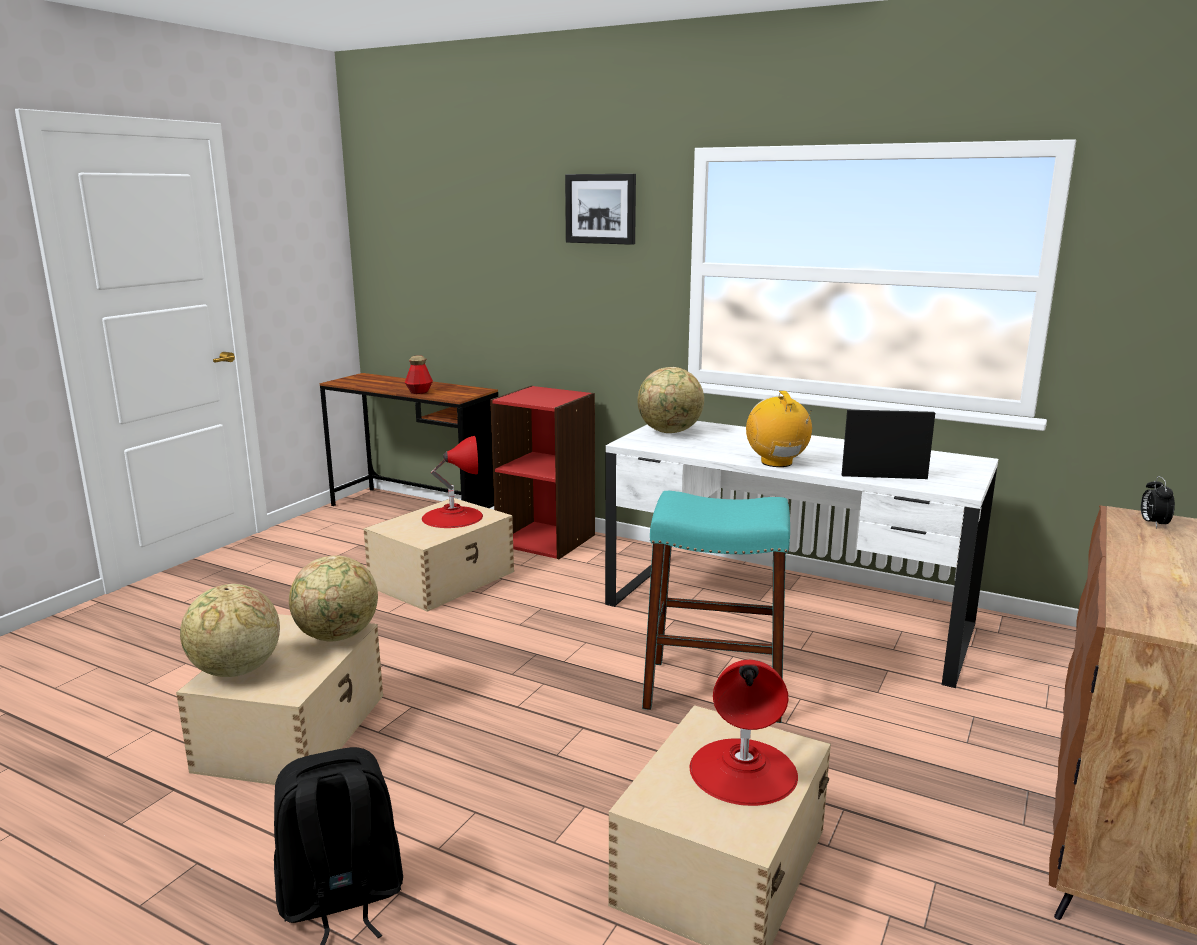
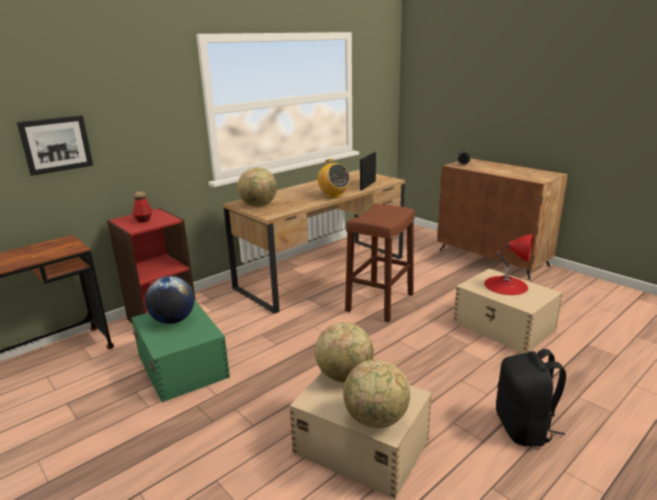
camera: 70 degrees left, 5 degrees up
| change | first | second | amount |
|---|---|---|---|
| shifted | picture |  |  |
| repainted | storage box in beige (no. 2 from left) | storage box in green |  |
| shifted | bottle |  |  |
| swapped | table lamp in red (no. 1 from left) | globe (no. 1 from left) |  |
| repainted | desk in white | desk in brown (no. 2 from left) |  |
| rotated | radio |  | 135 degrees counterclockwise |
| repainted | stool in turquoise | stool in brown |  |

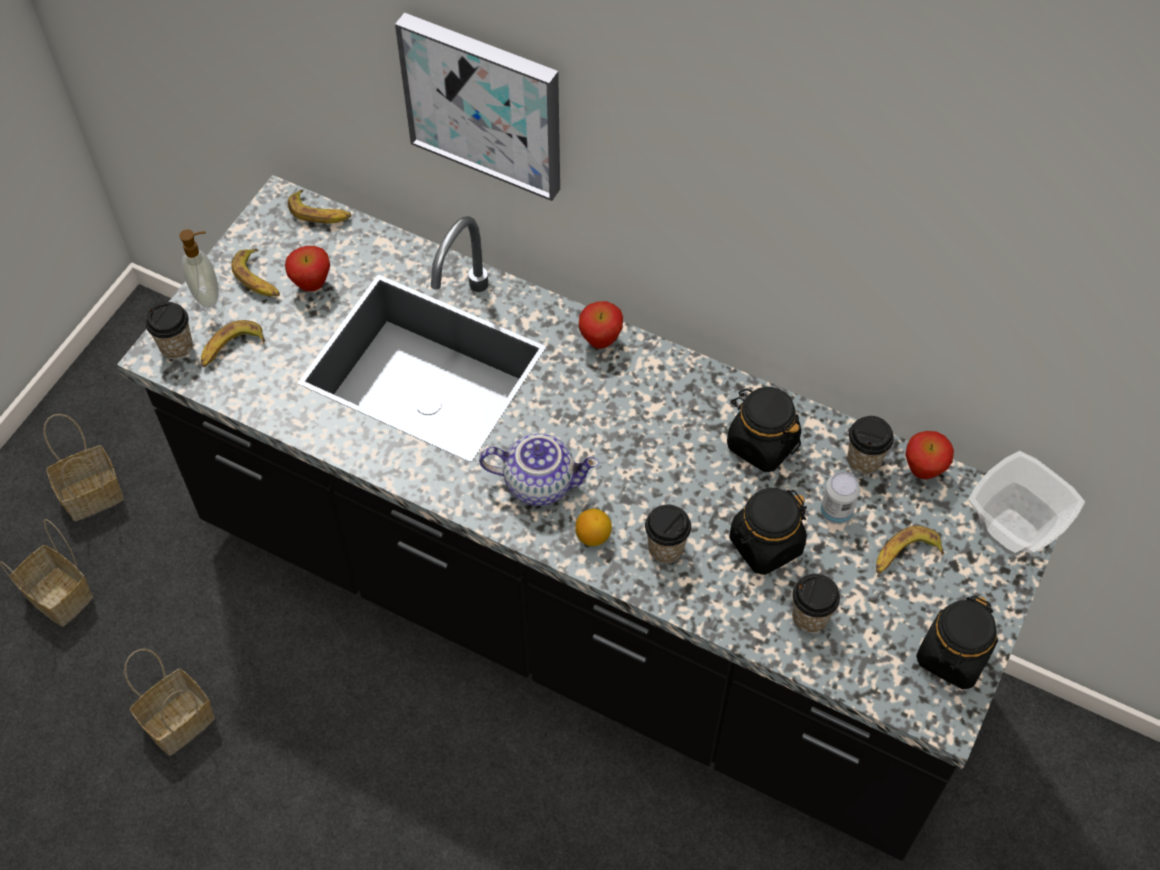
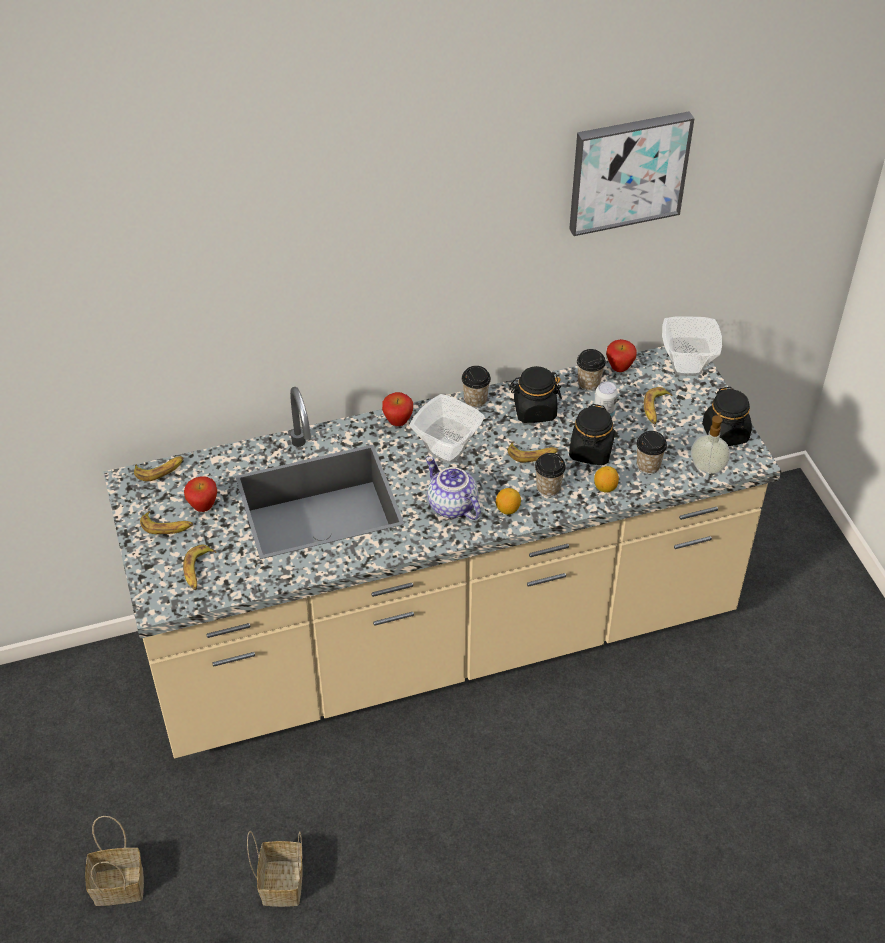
camera: 45 degrees left, 10 degrees down
| change | first | second | amount |
|---|---|---|---|
| repainted | counter in black | counter in beige |  |
| new |  | bowl (no. 1 from left) |  |
| rotated | teapot |  | 90 degrees counterclockwise |
| shifted | cup (no. 1 from left) |  |  |
| new |  | banana (no. 4 from left) |  |
| shifted | picture |  |  |
| new |  | lemon (no. 2 from left) |  |
| shifted | soap dispenser |  |  |
| gone | basket (no. 2 from left) |  |  |

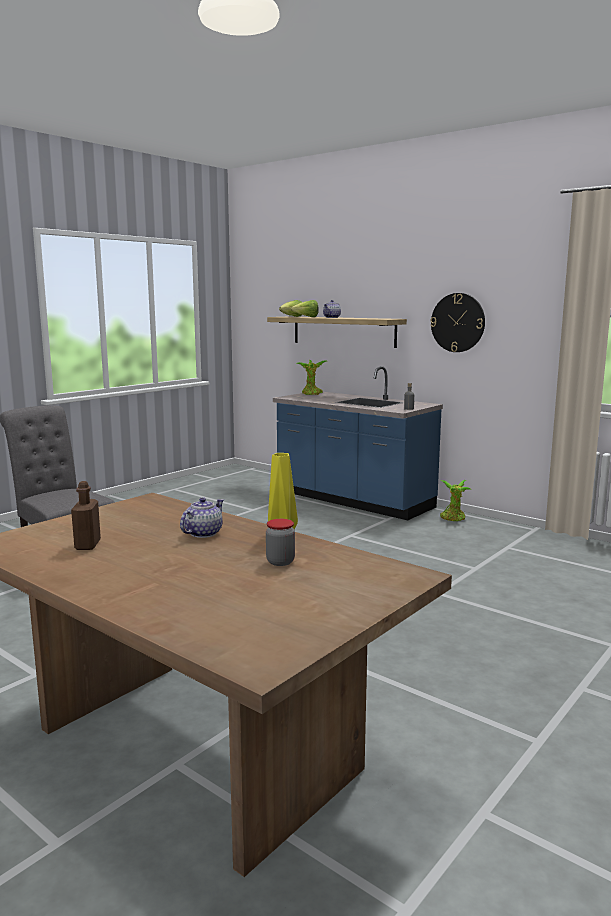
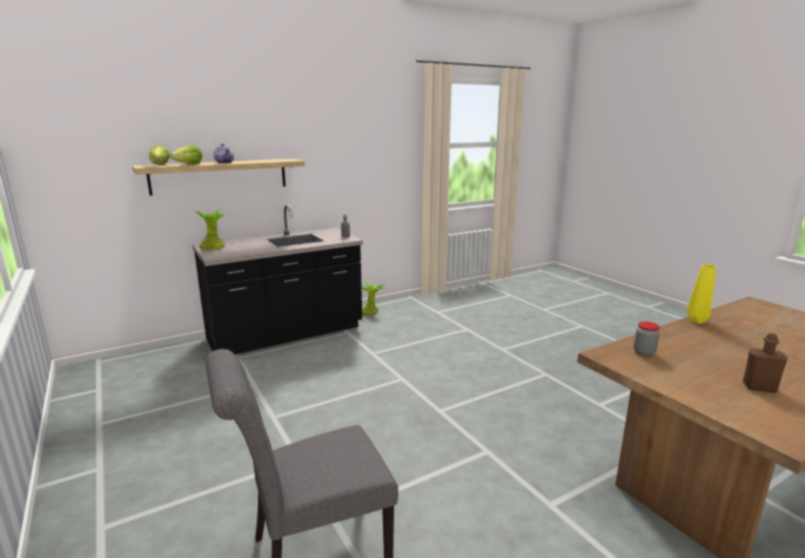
camera: 70 degrees left, 5 degrees up
| change | first | second | amount |
|---|---|---|---|
| repainted | counter in blue | counter in black |  |
| shifted | jar |  |  |
| gone | teapot (no. 1 from left) |  |  |
| gone | wall clock |  |  |

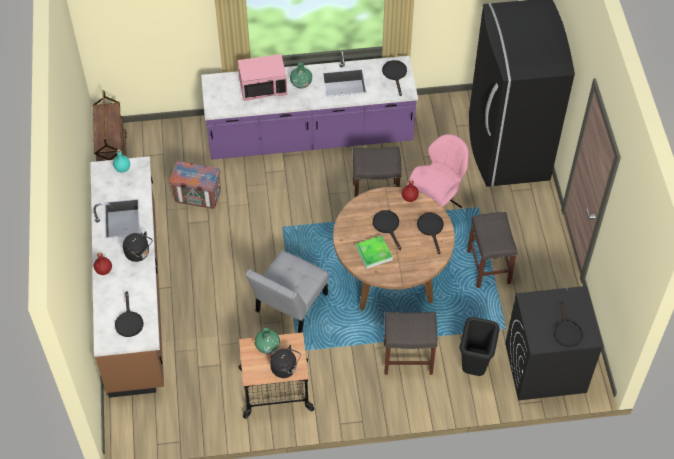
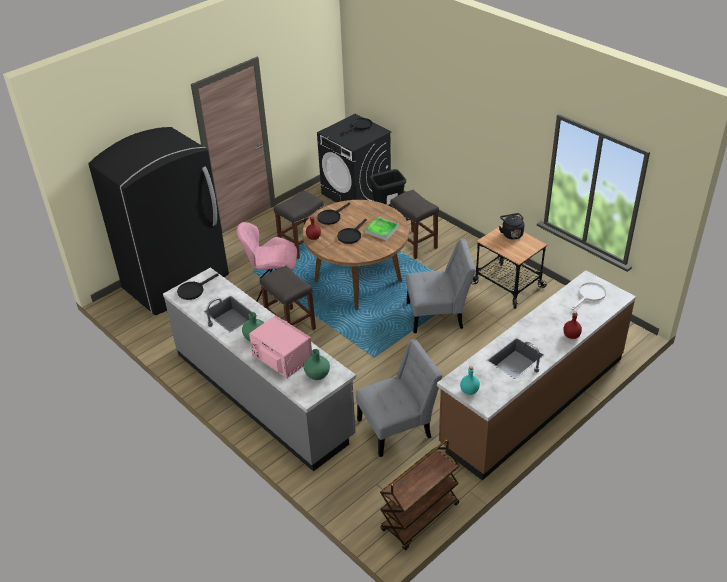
camera: 125 degrees left, 15 degrees down
| change | first | second | amount |
|---|---|---|---|
| repainted | counter in purple | counter in grey |  |
| shifted | vase in green (no. 1 from left in the first image) | vase in green (no. 2 from left) |  |
| swapped | crate | chair in grey (no. 1 from left) |  |
| repainted | frying pan in black (no. 1 from left) | frying pan in white |  |
| gone | kettle in black (no. 1 from left) |  |  |

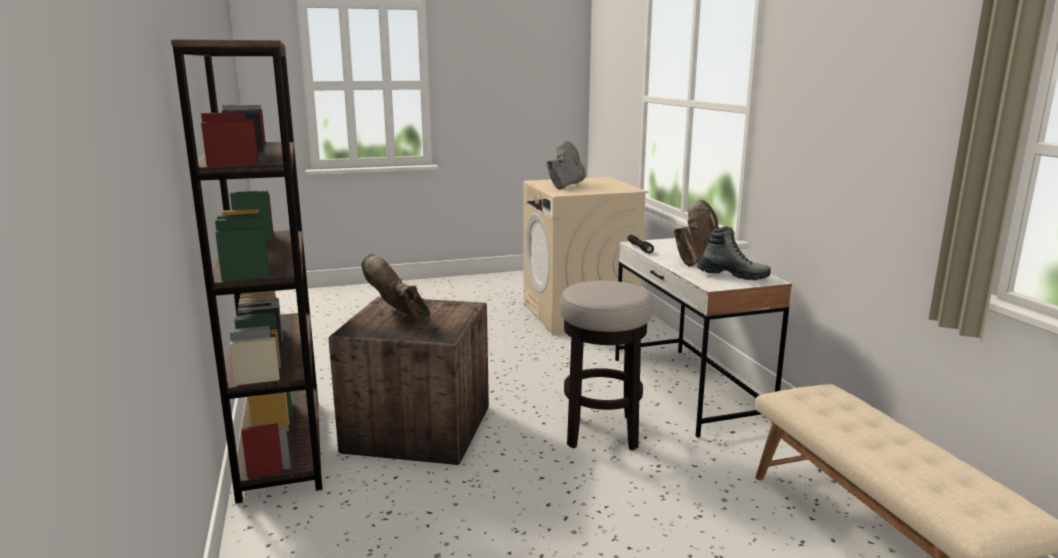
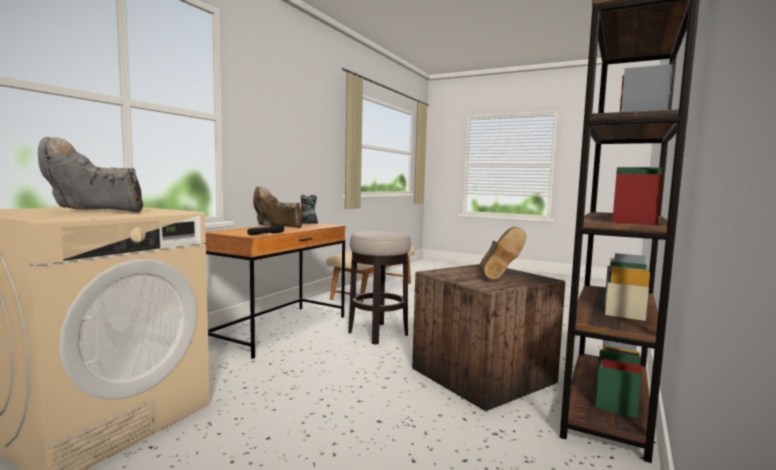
camera: 135 degrees left, 10 degrees down
| change | first | second | amount |
|---|---|---|---|
| repainted | desk in white | desk in brown |  |

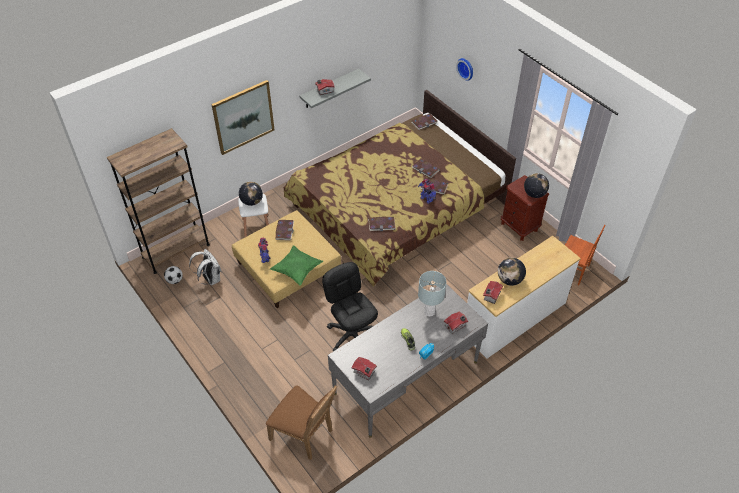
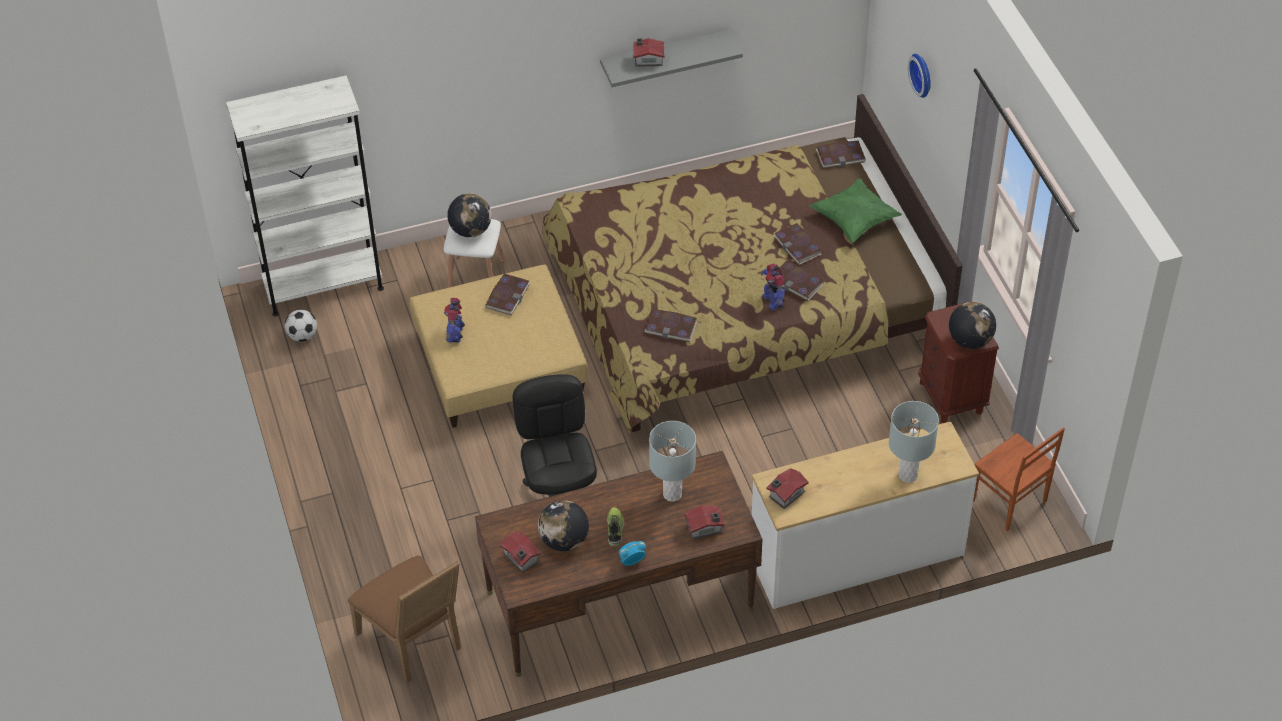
camera: 20 degrees right, 0 degrees up
| change | first | second | amount |
|---|---|---|---|
| repainted | bookcase in brown | bookcase in white |  |
| repainted | desk in grey | desk in brown |  |
| shifted | globe (no. 2 from left) |  |  |
| shifted | pillow in green |  |  |
| new |  | table lamp in grey (no. 2 from left) |  |
| gone | backpack in white |  |  |
| gone | picture |  |  |

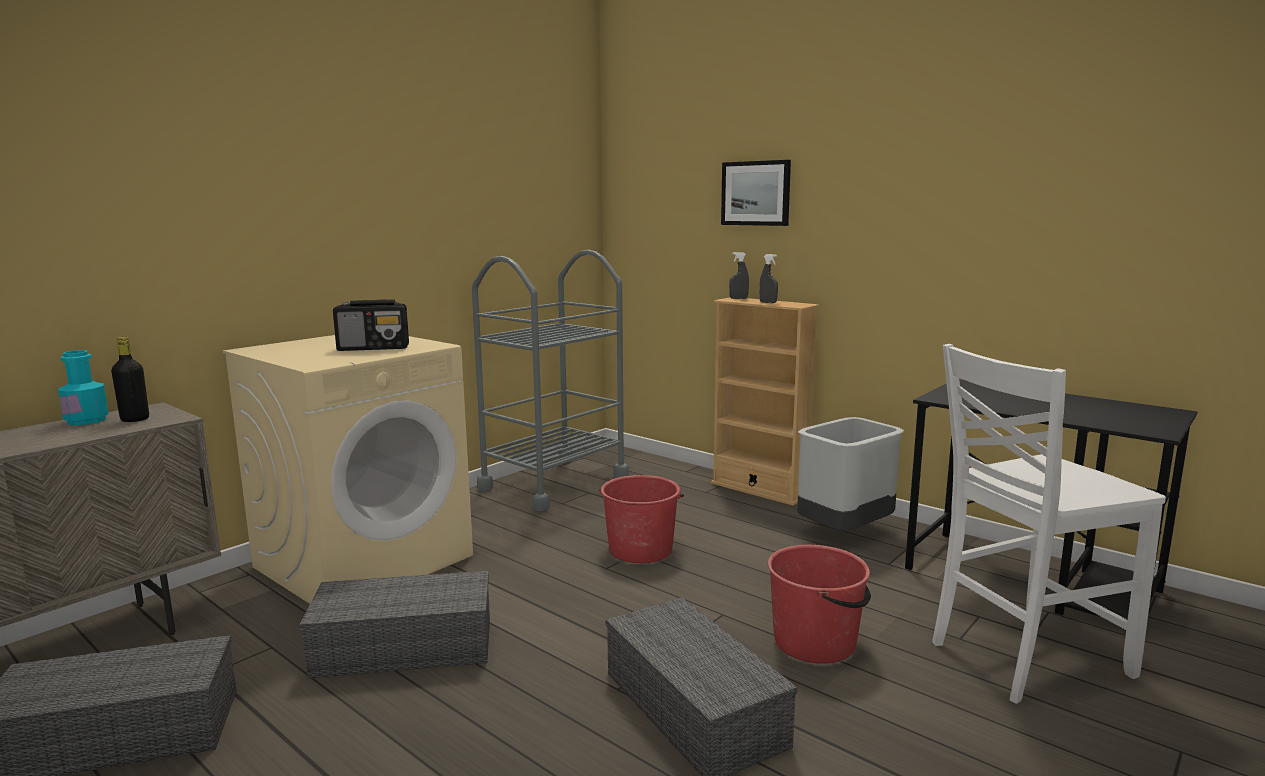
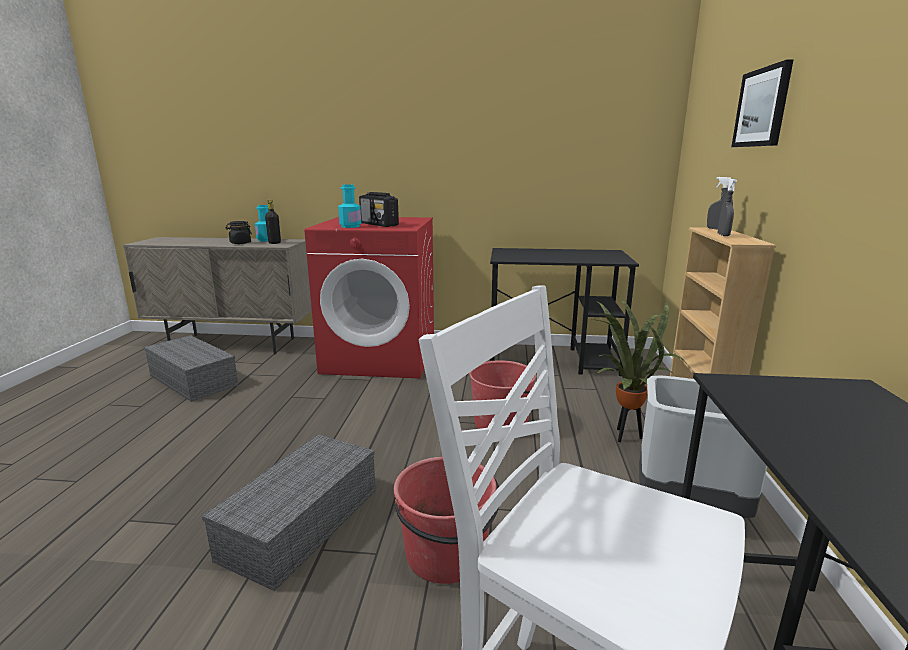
camera: 55 degrees right, 5 degrees up
| change | first | second | amount |
|---|---|---|---|
| new |  | jar in black |  |
| repainted | washing machine in beige | washing machine in red |  |
| new |  | bottle in turquoise (no. 2 from left) |  |
| swapped | cart in grey | desk in black (no. 1 from left) |  |
| new |  | potted plant |  |
| gone | storage box in grey (no. 2 from left) |  |  |

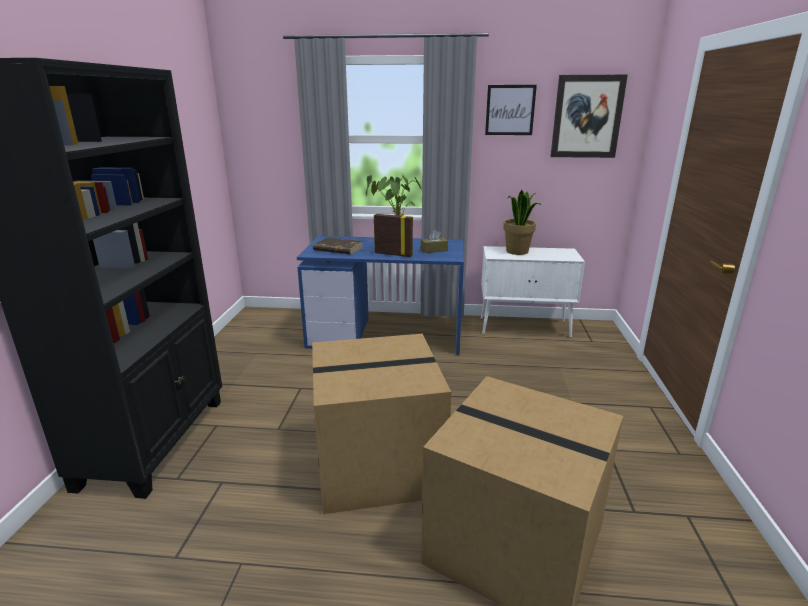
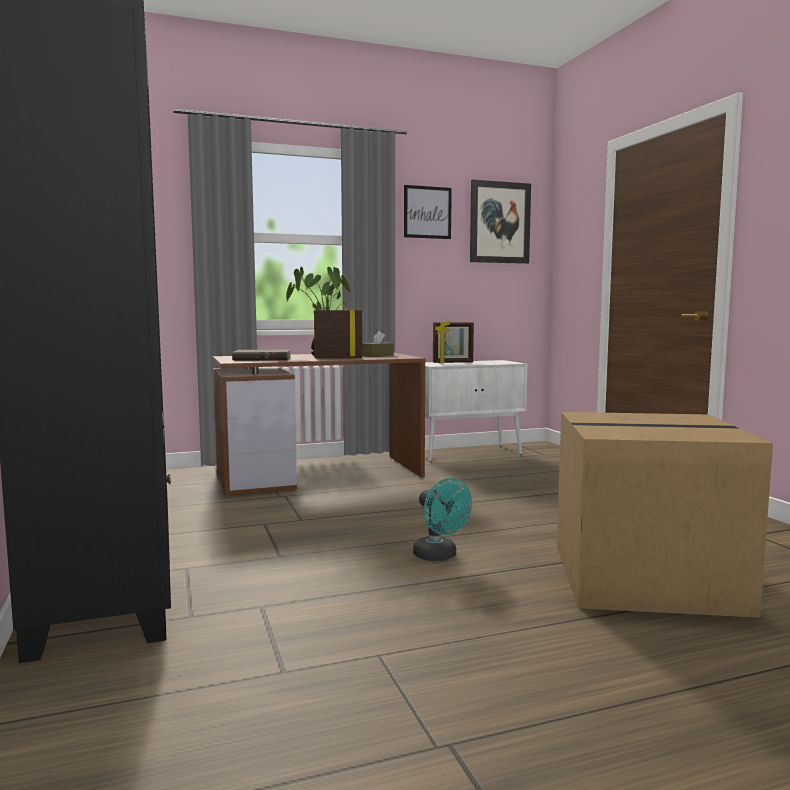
camera: 25 degrees left, 15 degrees down
| change | first | second | amount |
|---|---|---|---|
| repainted | desk in blue | desk in brown |  |
| swapped | cardboard box (no. 1 from left) | fan in turquoise |  |
| swapped | potted plant (no. 2 from left) | picture frame (no. 2 from left) |  |

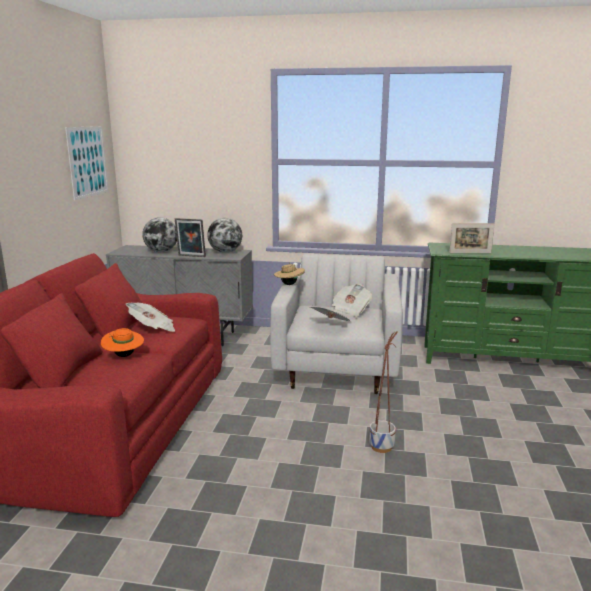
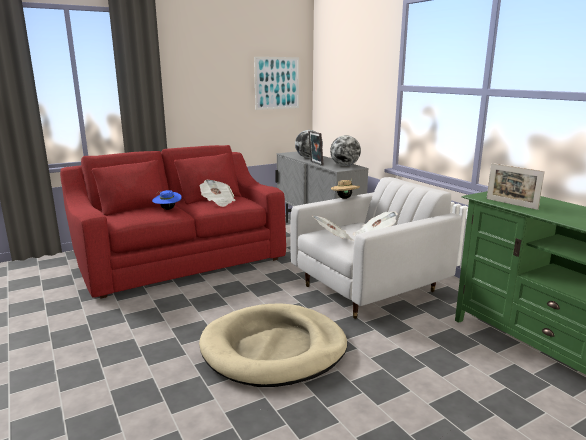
camera: 50 degrees right, 0 degrees up
| change | first | second | amount |
|---|---|---|---|
| repainted | hat in orange | hat in blue |  |
| swapped | planter | dog bed in beige |  |

